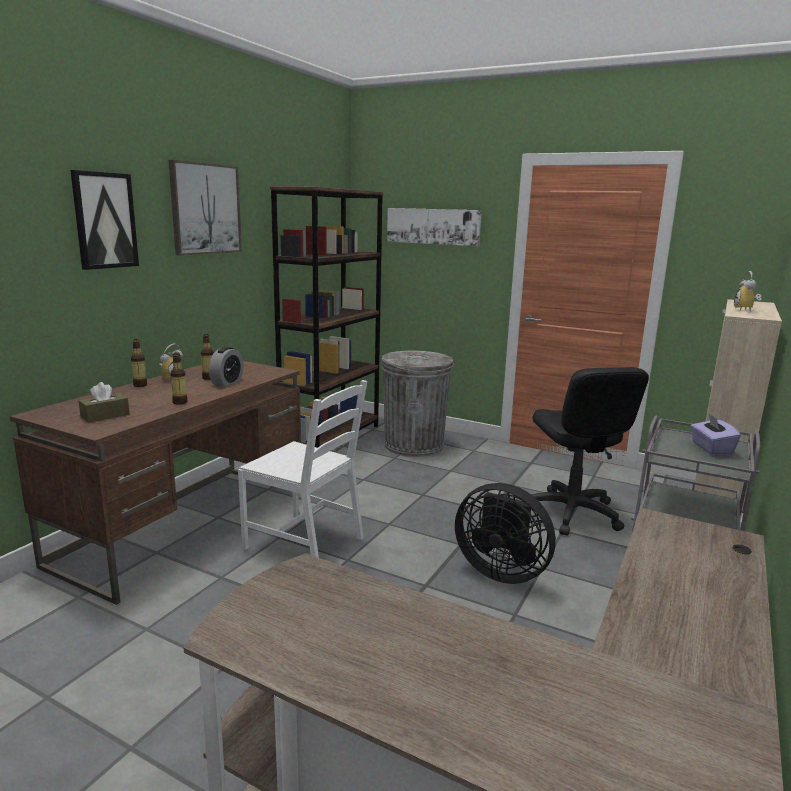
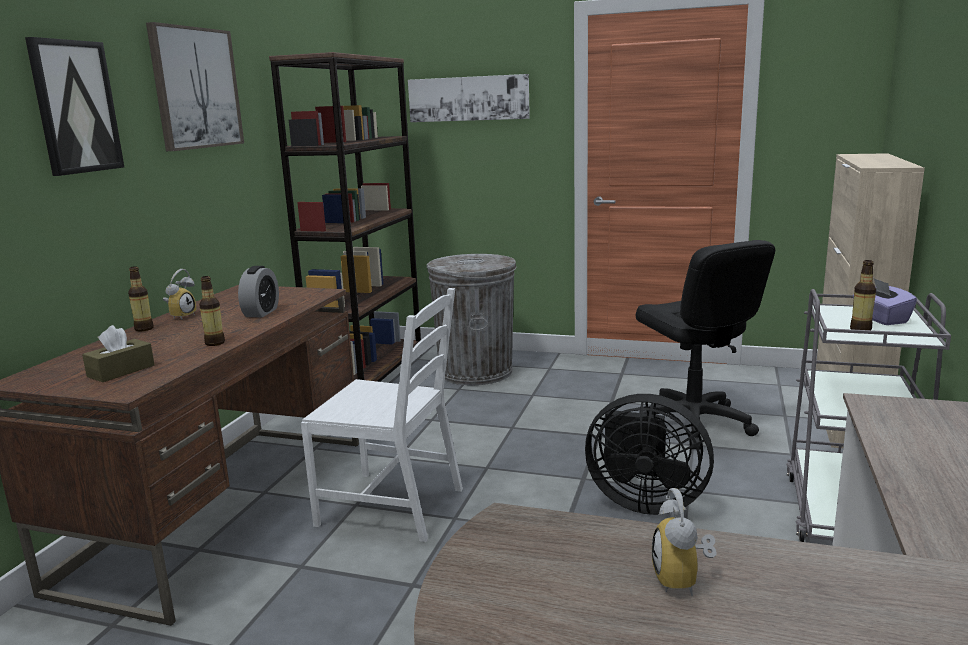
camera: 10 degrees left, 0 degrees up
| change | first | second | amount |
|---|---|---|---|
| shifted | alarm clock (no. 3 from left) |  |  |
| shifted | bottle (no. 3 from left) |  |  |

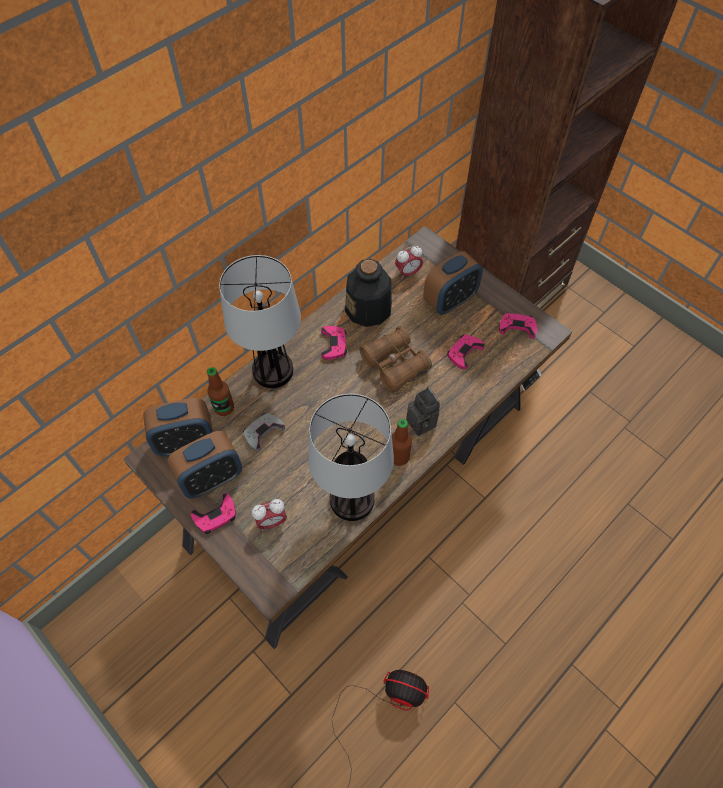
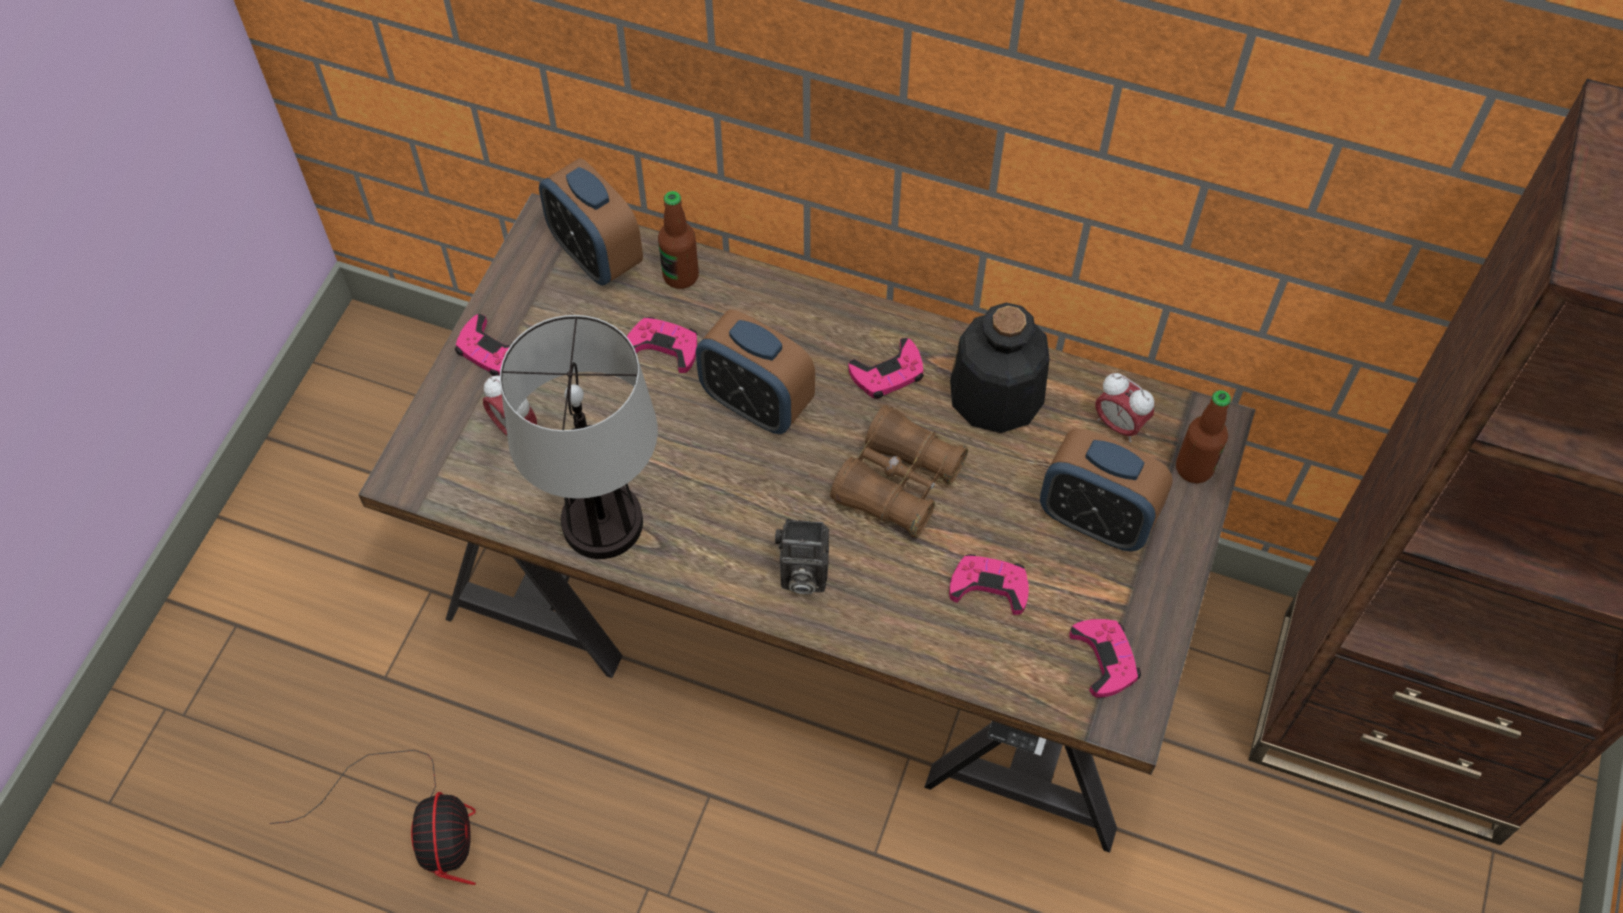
camera: 65 degrees right, 0 degrees up
| change | first | second | amount |
|---|---|---|---|
| repainted | game controller in grey | game controller in pink (no. 2 from left) |  |
| shifted | alarm clock (no. 2 from left in the first image) | alarm clock (no. 3 from left) |  |
| rotated | photo camera |  | 60 degrees clockwise |
| shifted | bottle (no. 3 from left) |  |  |
| gone | table lamp (no. 1 from left) |  |  |

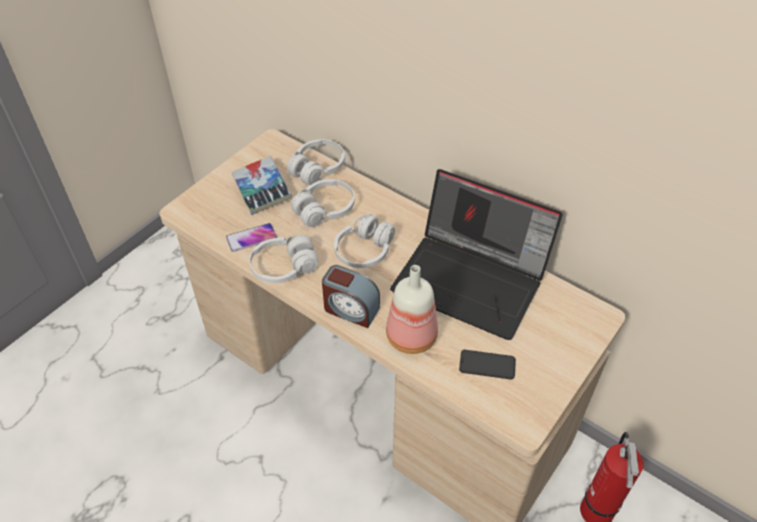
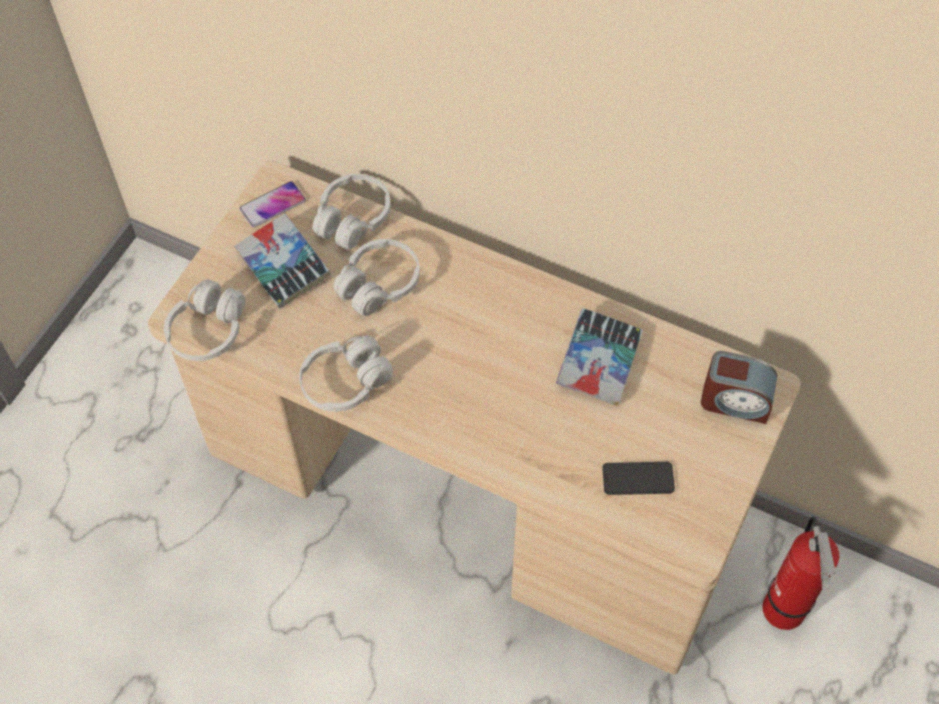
camera: 10 degrees left, 10 degrees up
| change | first | second | amount |
|---|---|---|---|
| shifted | headphones in white (no. 4 from left in the first image) | headphones in white (no. 1 from left) |  |
| shifted | phone (no. 1 from left) |  |  |
| swapped | laptop | book (no. 2 from left) |  |
| shifted | alarm clock |  |  |
| gone | bottle |  |  |

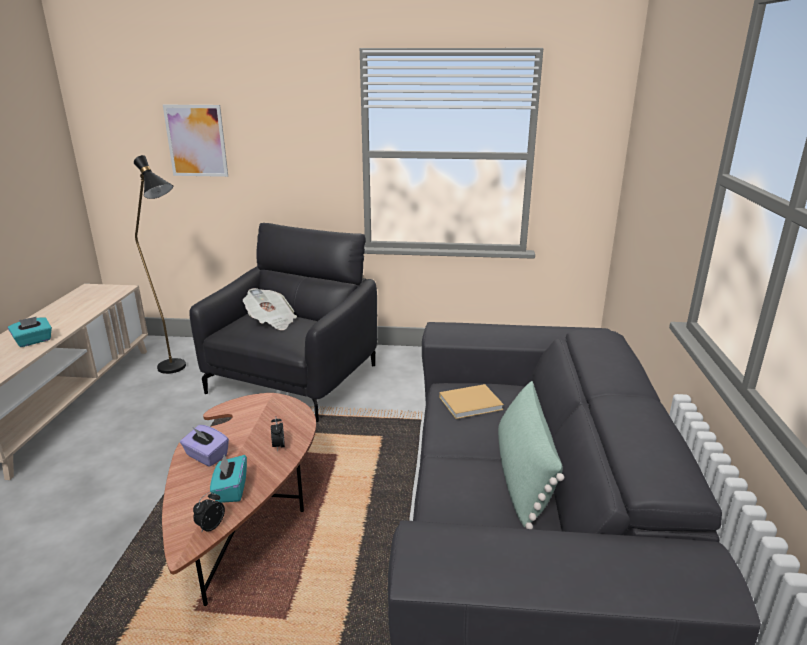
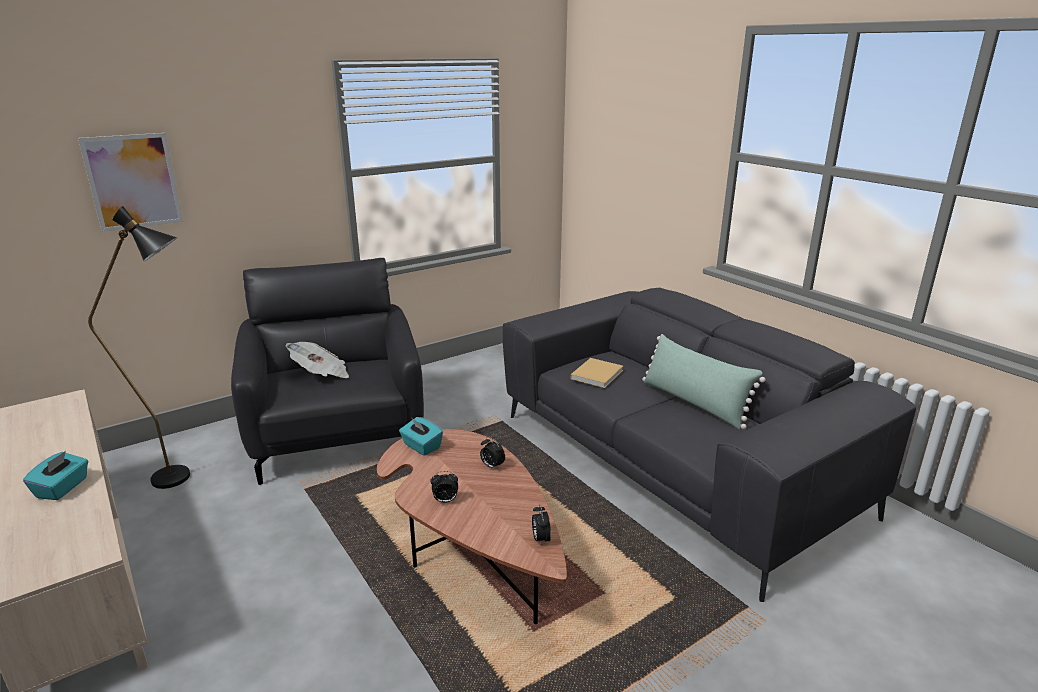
camera: 40 degrees left, 0 degrees up
| change | first | second | amount |
|---|---|---|---|
| shifted | tissue box in turquoise (no. 2 from left) |  |  |
| swapped | tissue box in purple | alarm clock (no. 1 from left) |  |

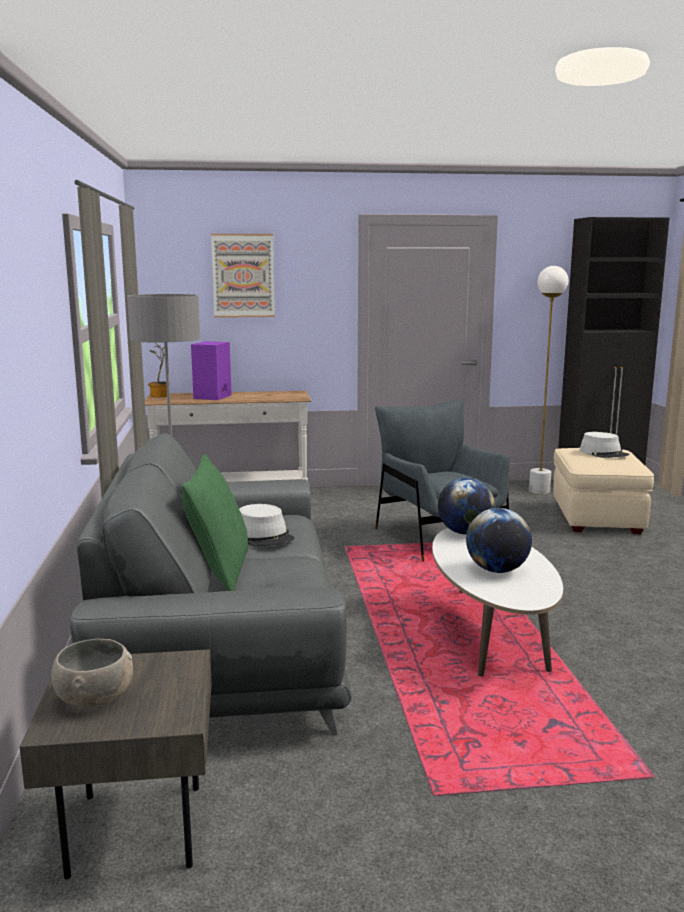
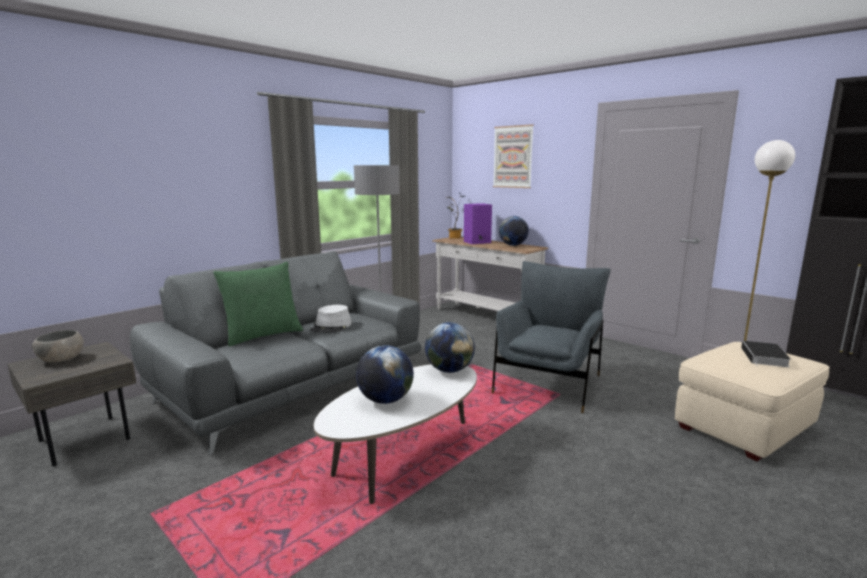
camera: 50 degrees right, 0 degrees up
| change | first | second | amount |
|---|---|---|---|
| new |  | globe (no. 3 from left) |  |
| swapped | hat in grey (no. 2 from left) | book |  |

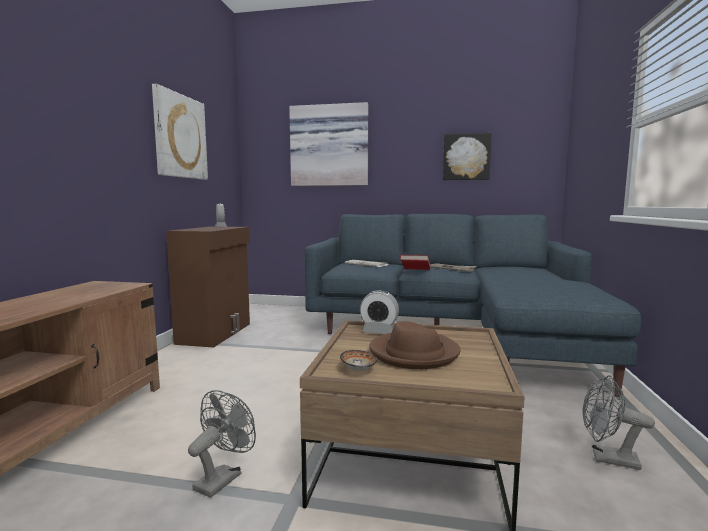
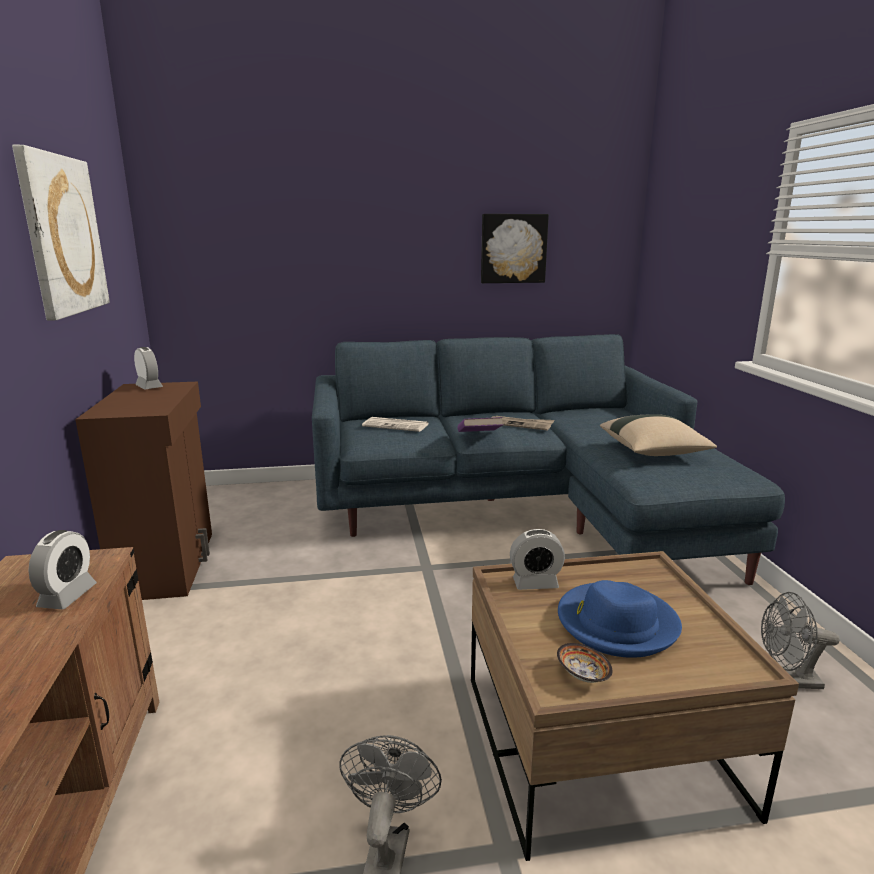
camera: 20 degrees left, 10 degrees up
| change | first | second | amount |
|---|---|---|---|
| new |  | alarm clock (no. 1 from left) |  |
| repainted | book in red | book in purple |  |
| repainted | hat in brown | hat in blue |  |
| new |  | pillow in beige |  |
| gone | picture (no. 2 from left) |  |  |

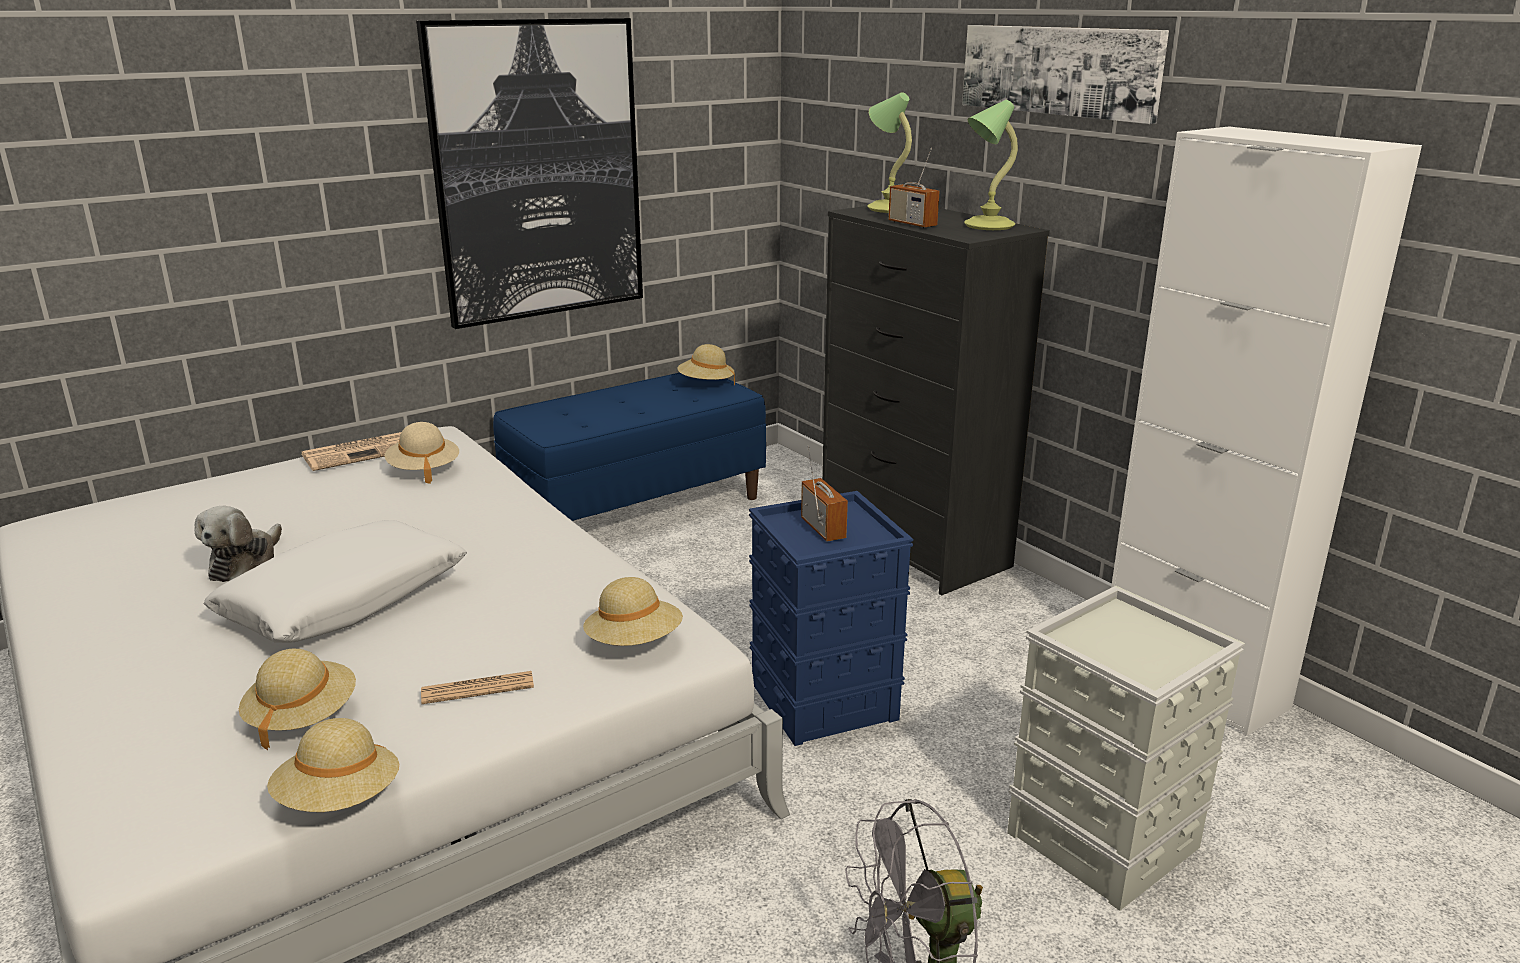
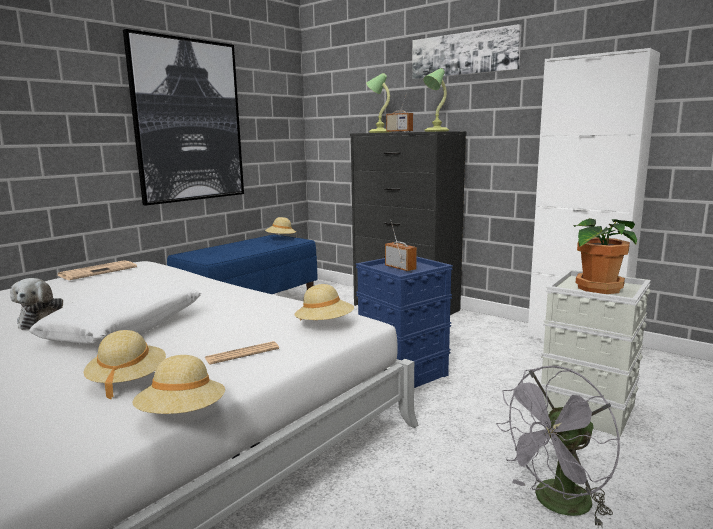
camera: 15 degrees left, 10 degrees down
| change | first | second | amount |
|---|---|---|---|
| new |  | potted plant |  |
| gone | hat in beige (no. 3 from left) |  |  |

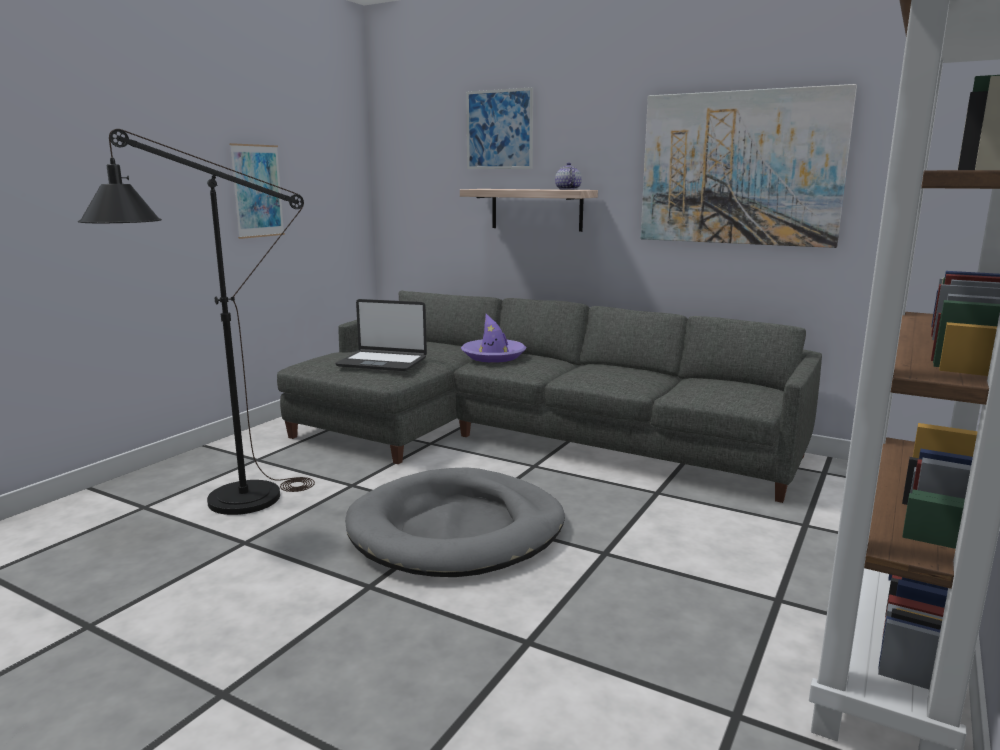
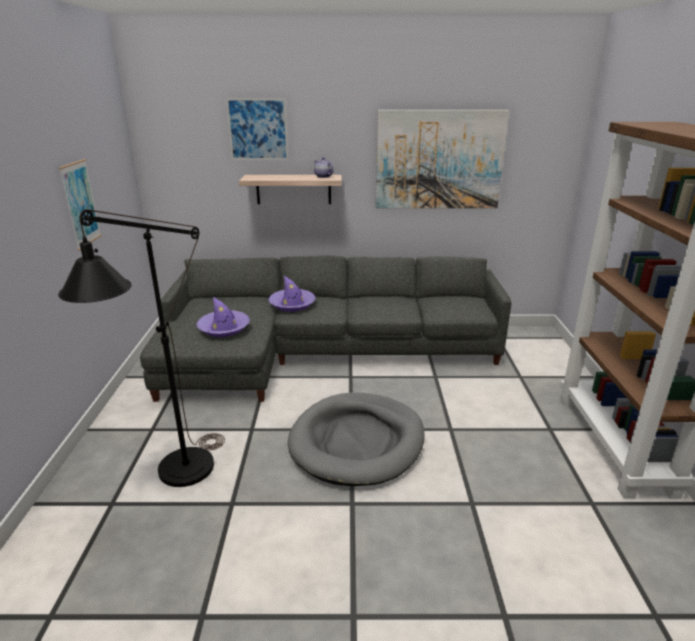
camera: 30 degrees left, 10 degrees up
| change | first | second | amount |
|---|---|---|---|
| swapped | laptop | hat in purple (no. 1 from left) |  |

